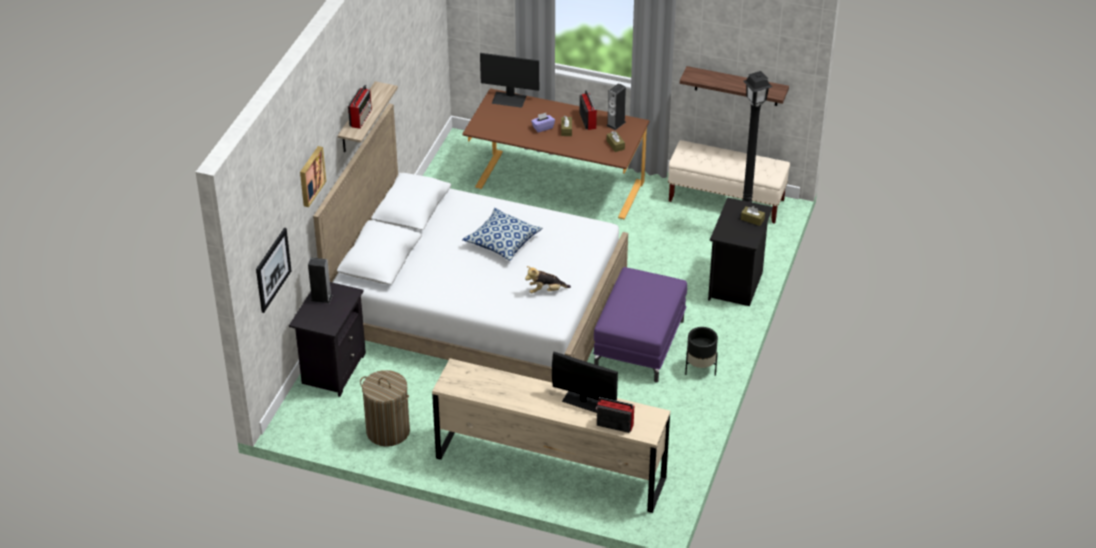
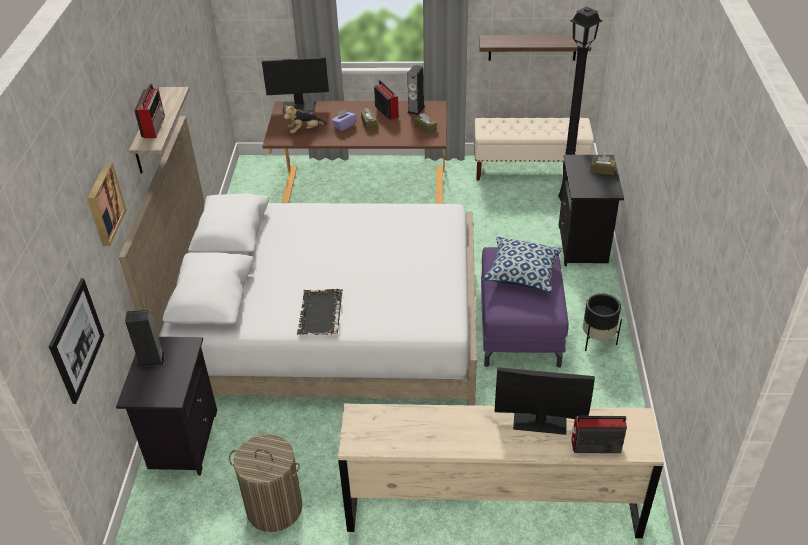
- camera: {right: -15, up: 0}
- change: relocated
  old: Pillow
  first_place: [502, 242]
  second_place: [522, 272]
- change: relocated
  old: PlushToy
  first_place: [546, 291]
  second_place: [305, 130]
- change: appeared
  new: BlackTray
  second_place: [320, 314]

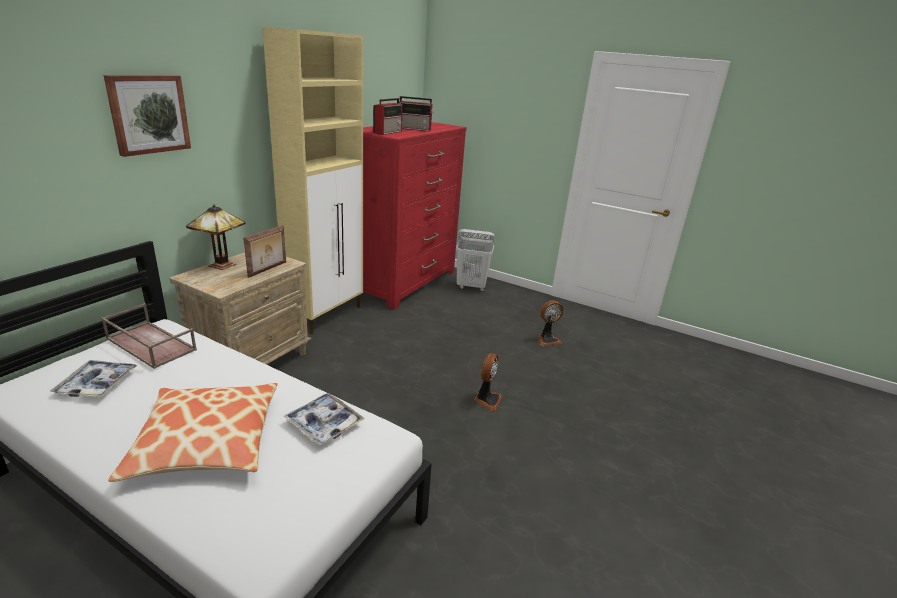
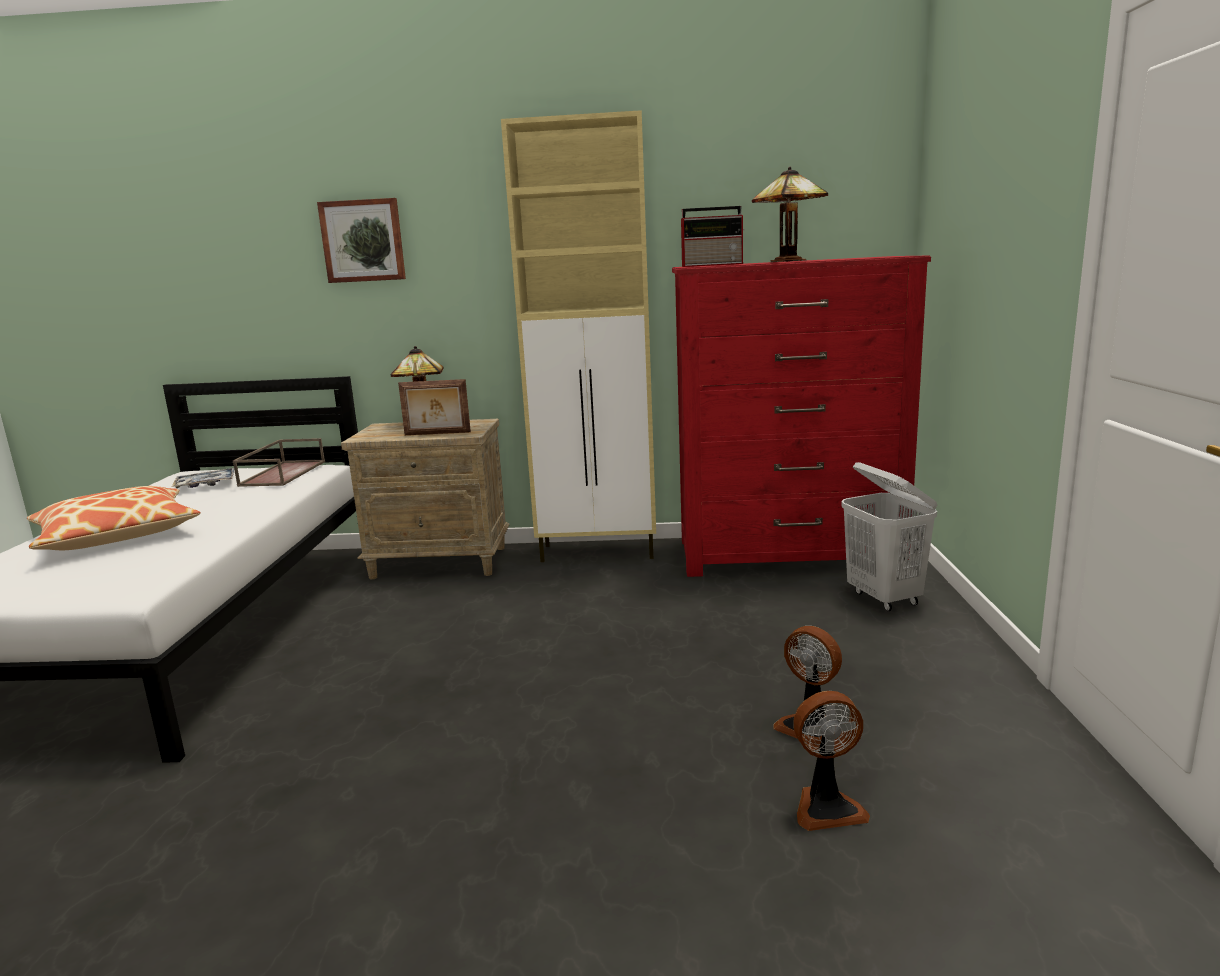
- camera: {right: 65, up: -10}
- change: exchanged
  old: Radio
  new: TableLamp
  first_place: [415, 129]
  second_place: [790, 261]
- change: relocated
  old: Fan
  first_place: [487, 400]
  second_place: [826, 807]
- change: missing
  old: Tray
  first_place: [324, 424]

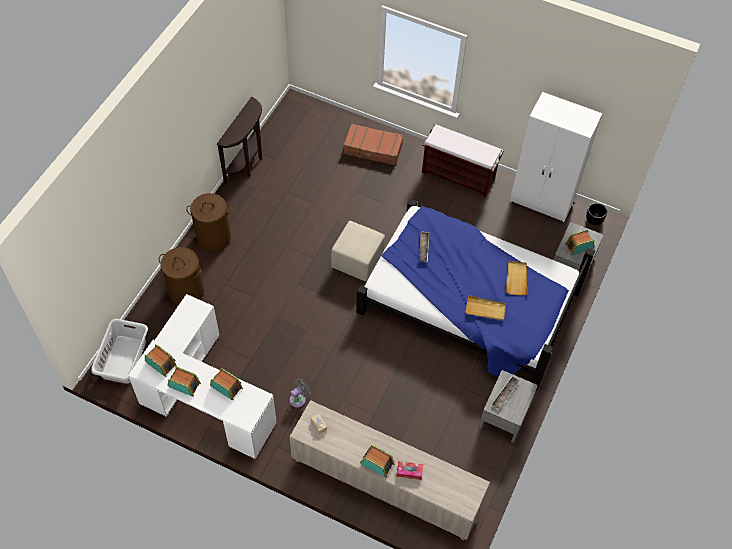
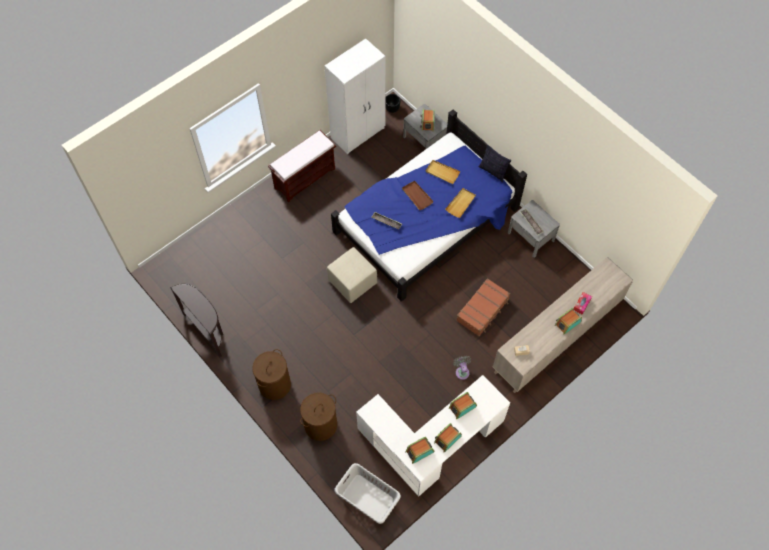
- camera: {right: -65, up: 5}
- change: relocated
  old: BrownSuitcase
  first_place: [373, 149]
  second_place: [483, 310]
- change: appeared
  new: Pillow
  second_place: [493, 171]
- change: appeared
  new: BrownTray
  second_place: [417, 196]

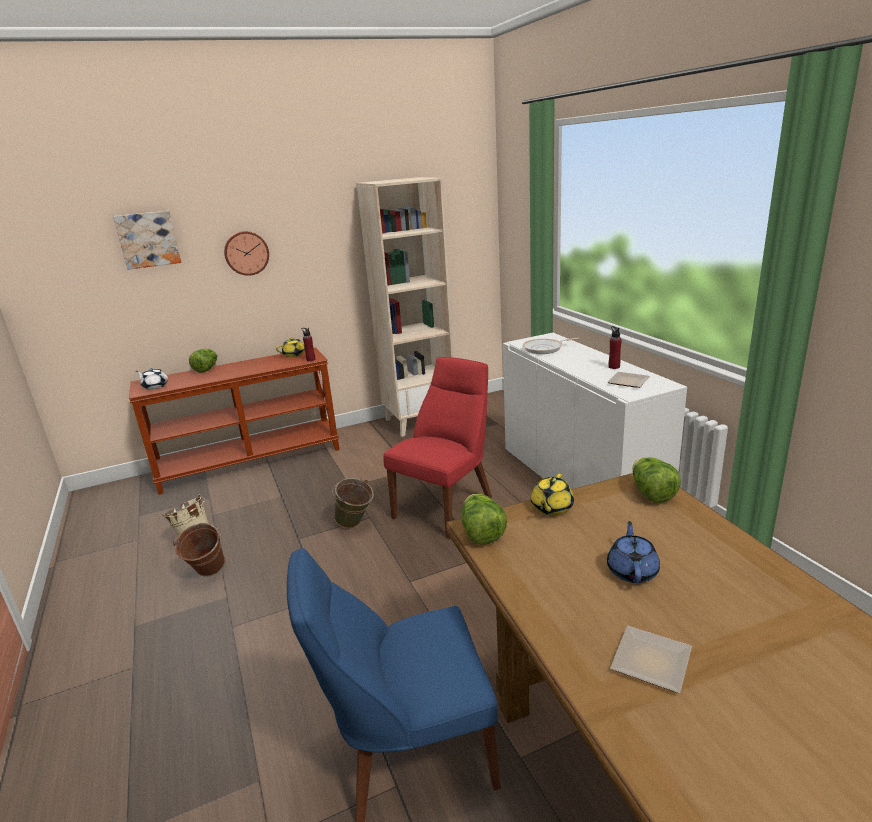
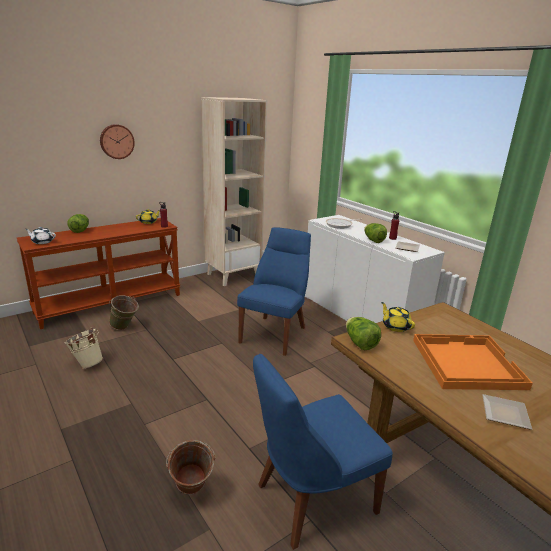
- camera: {right: -15, up: 0}
- change: missing
  old: Picture
  first_place: [148, 239]
- change: colour
  old: RedChair
  new: BlueChair
  first_place: [446, 505]
  second_place: [275, 333]
- change: relocated
  old: Lettuce
  first_place: [651, 494]
  second_place: [373, 240]
- change: spun
  old: YellowTeapot
  first_place: [551, 508]
  second_place: [395, 326]
  degrees: 135
- change: relocated
  old: GreenBucket
  first_place: [356, 525]
  second_place: [125, 328]
- change: exchanged
  old: BlueTeapot
  new: OrangeTray
  first_place: [632, 570]
  second_place: [465, 362]
- change: relocated
  old: BrownBucket
  first_place: [208, 575]
  second_place: [191, 492]

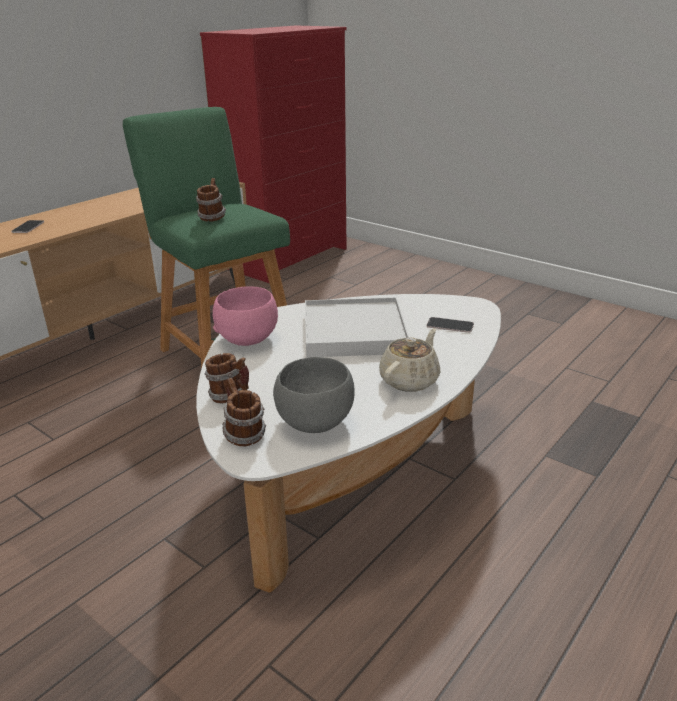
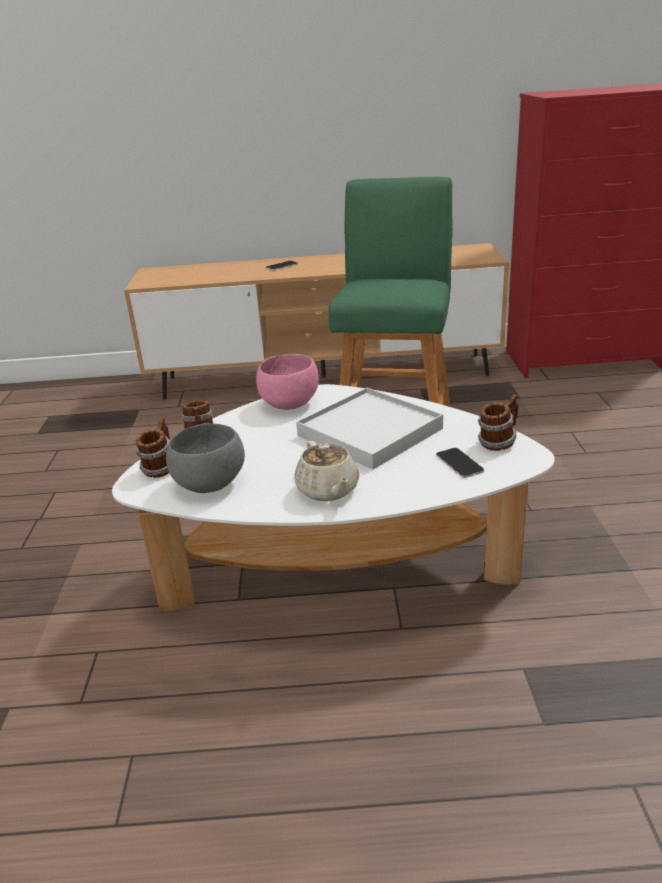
- camera: {right: 50, up: 0}
- change: relocated
  old: Mug
  first_place: [212, 217]
  second_place: [498, 443]
- change: spun
  old: BeigeTeapot
  first_place: [410, 380]
  second_place: [328, 490]
  degrees: 75

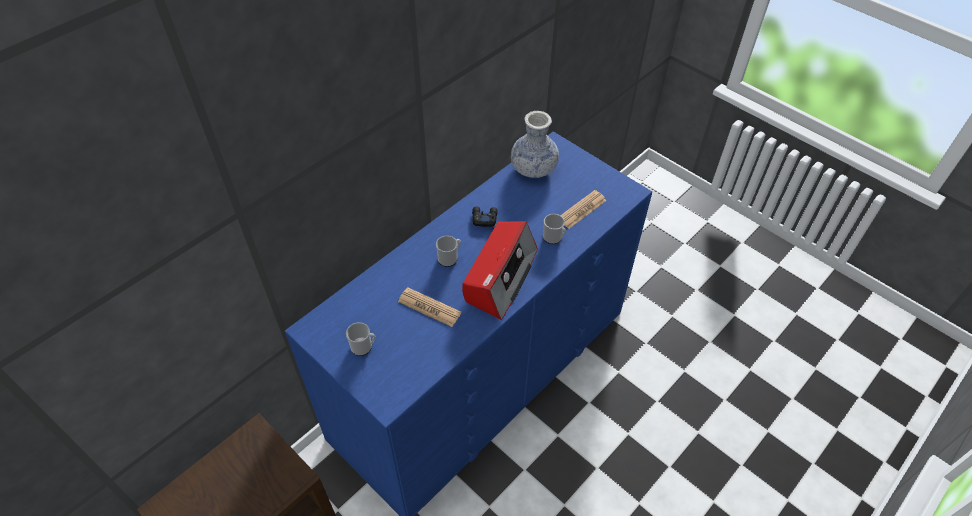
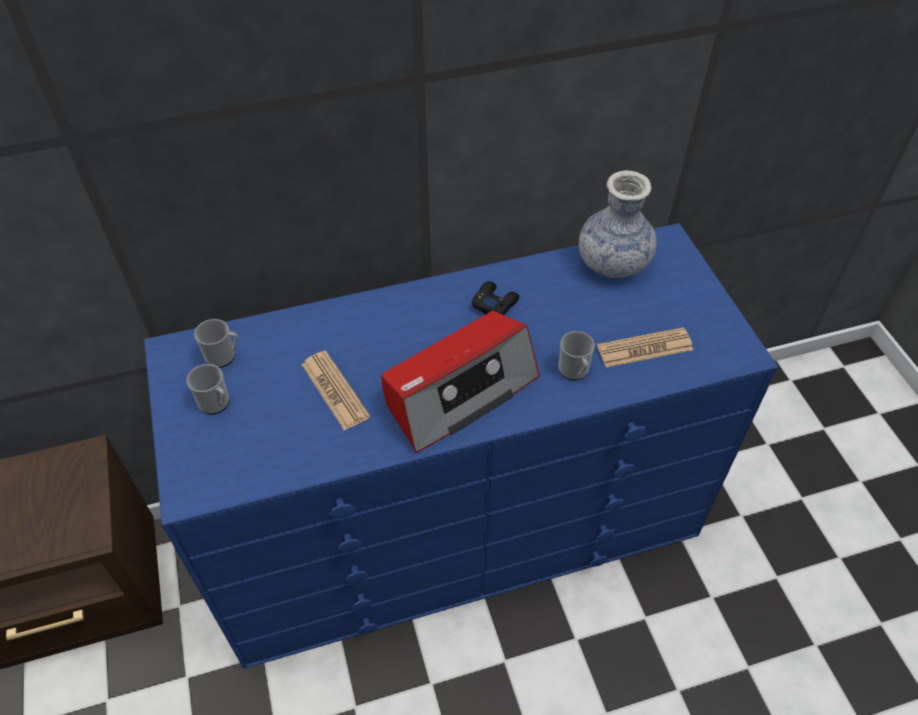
- camera: {right: 30, up: 0}
- change: relocated
  old: Mug
  first_place: [449, 258]
  second_place: [224, 356]

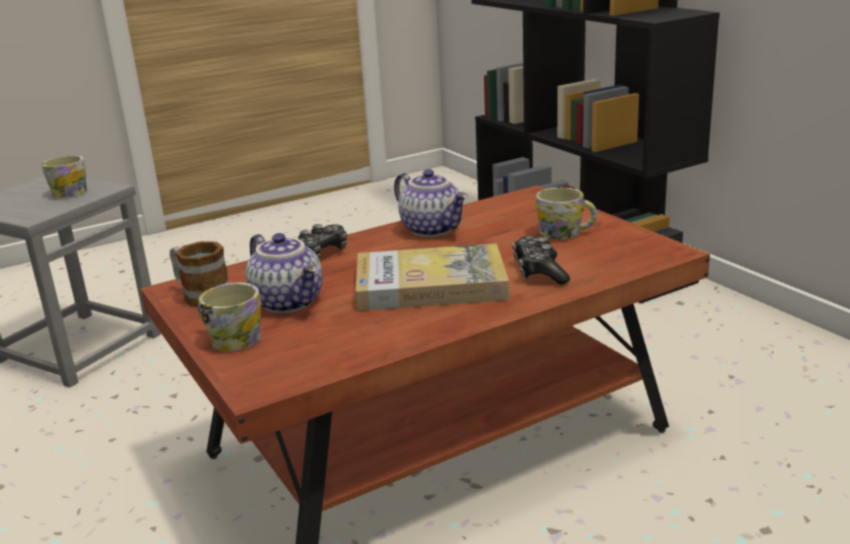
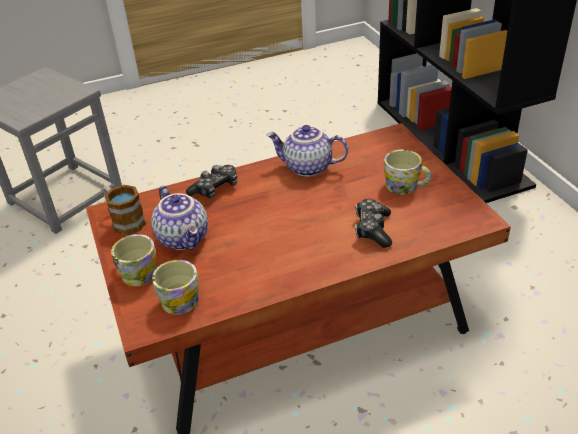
- camera: {right: 10, up: 15}
- change: relocated
  old: Mug
  first_place: [69, 192]
  second_place: [179, 297]
- change: spun
  old: Teapot
  first_place: [433, 229]
  second_place: [307, 168]
  degrees: 135
- change: missing
  old: Book
  first_place: [430, 284]

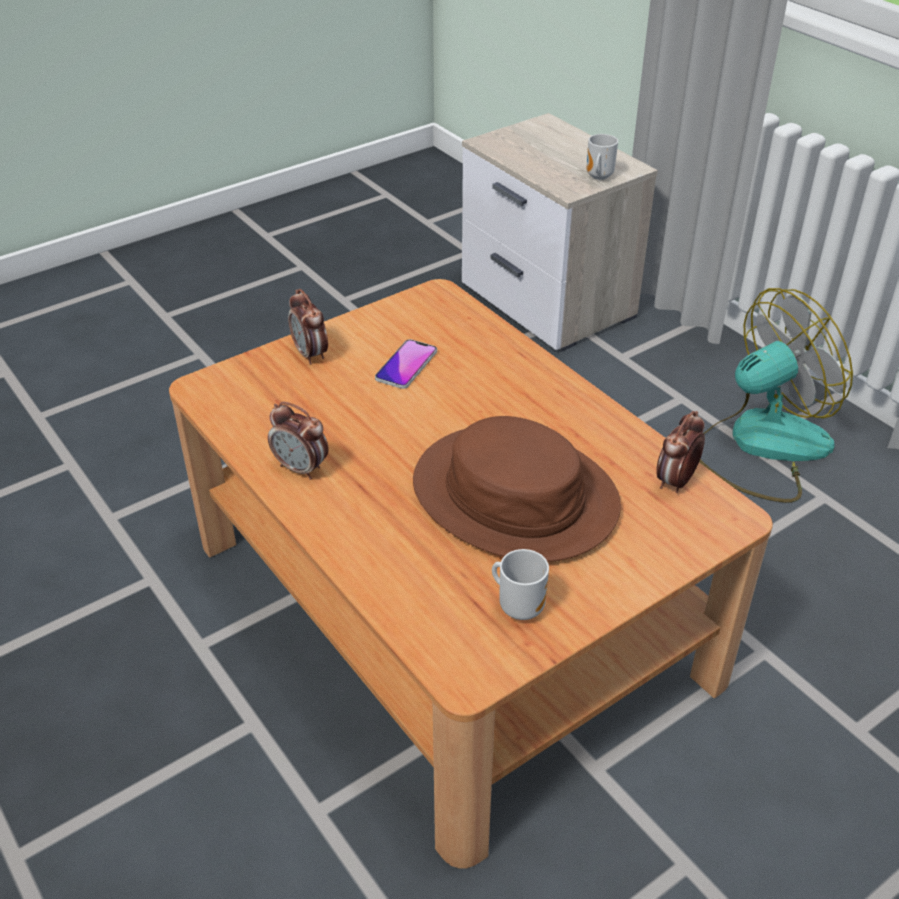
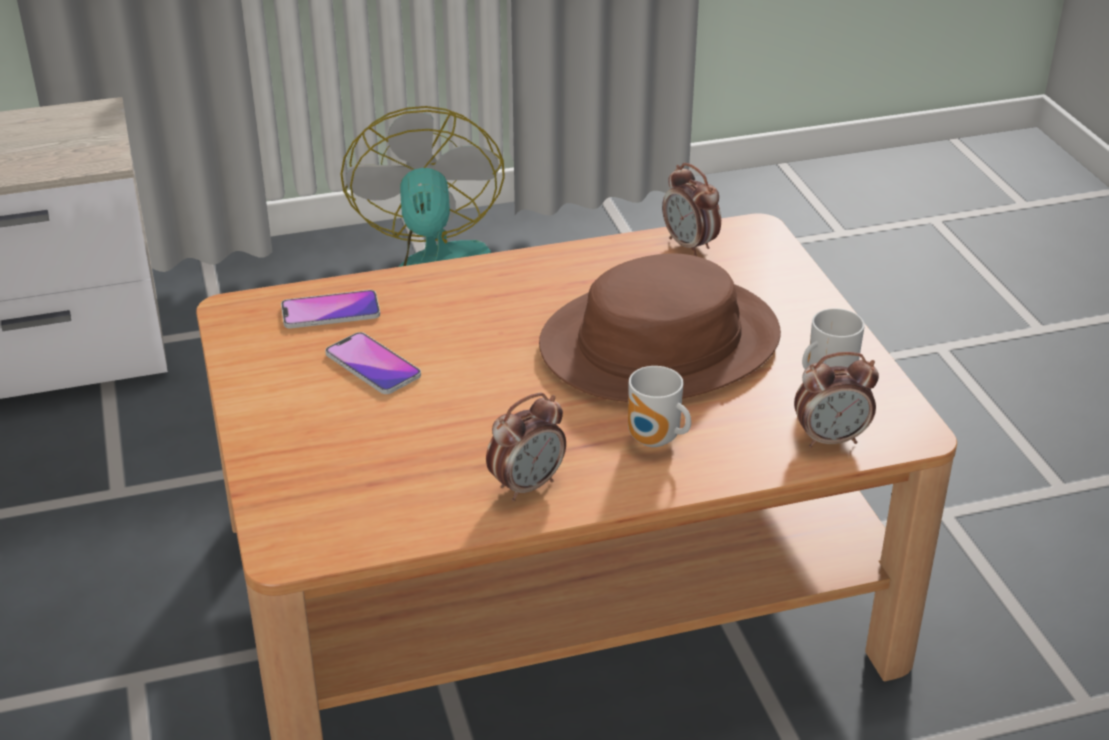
- camera: {right: -70, up: -5}
- change: relocated
  old: Mug
  first_place: [597, 177]
  second_place: [655, 441]
- change: relocated
  old: AlarmClock
  first_place: [310, 354]
  second_place: [831, 439]
- change: appeared
  new: Phone
  second_place: [330, 311]

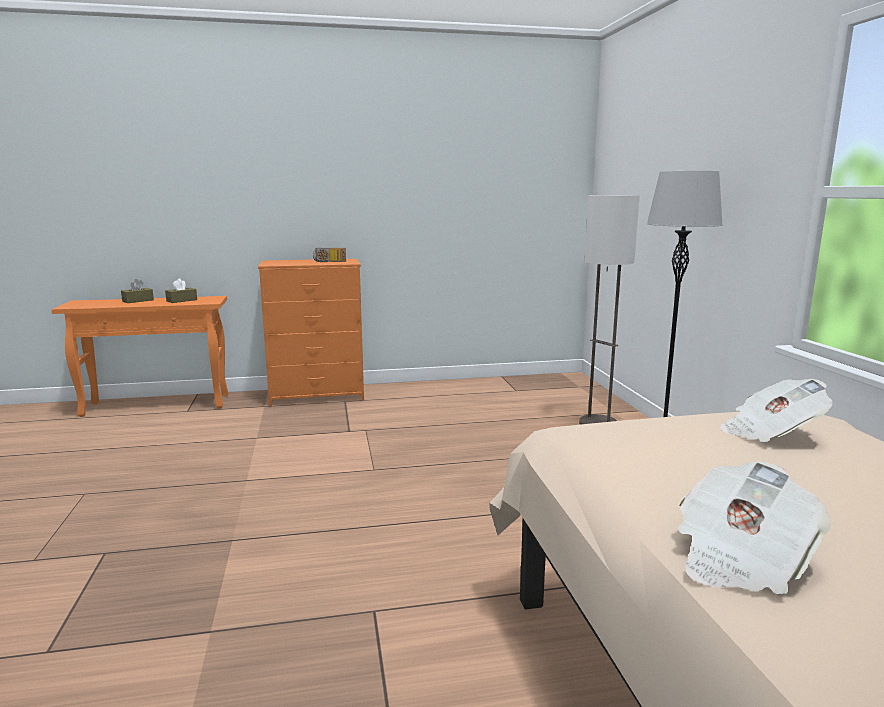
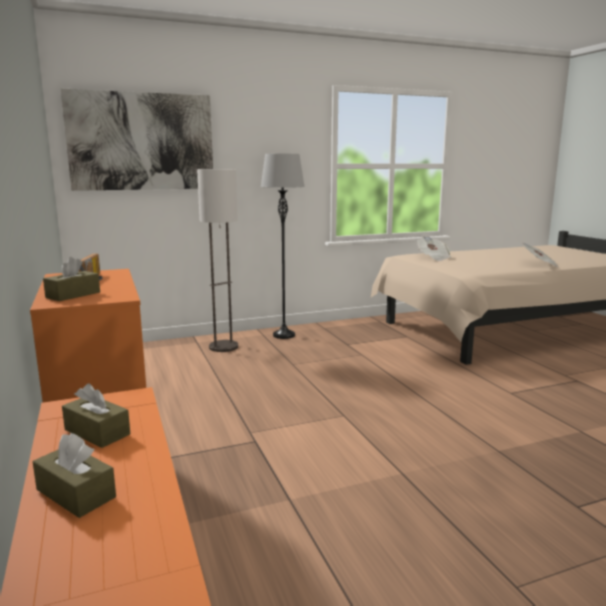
- camera: {right: -100, up: 0}
- change: appeared
  new: Picture
  second_place: [142, 142]
- change: appeared
  new: BrownTissueBox
  second_place: [73, 295]

